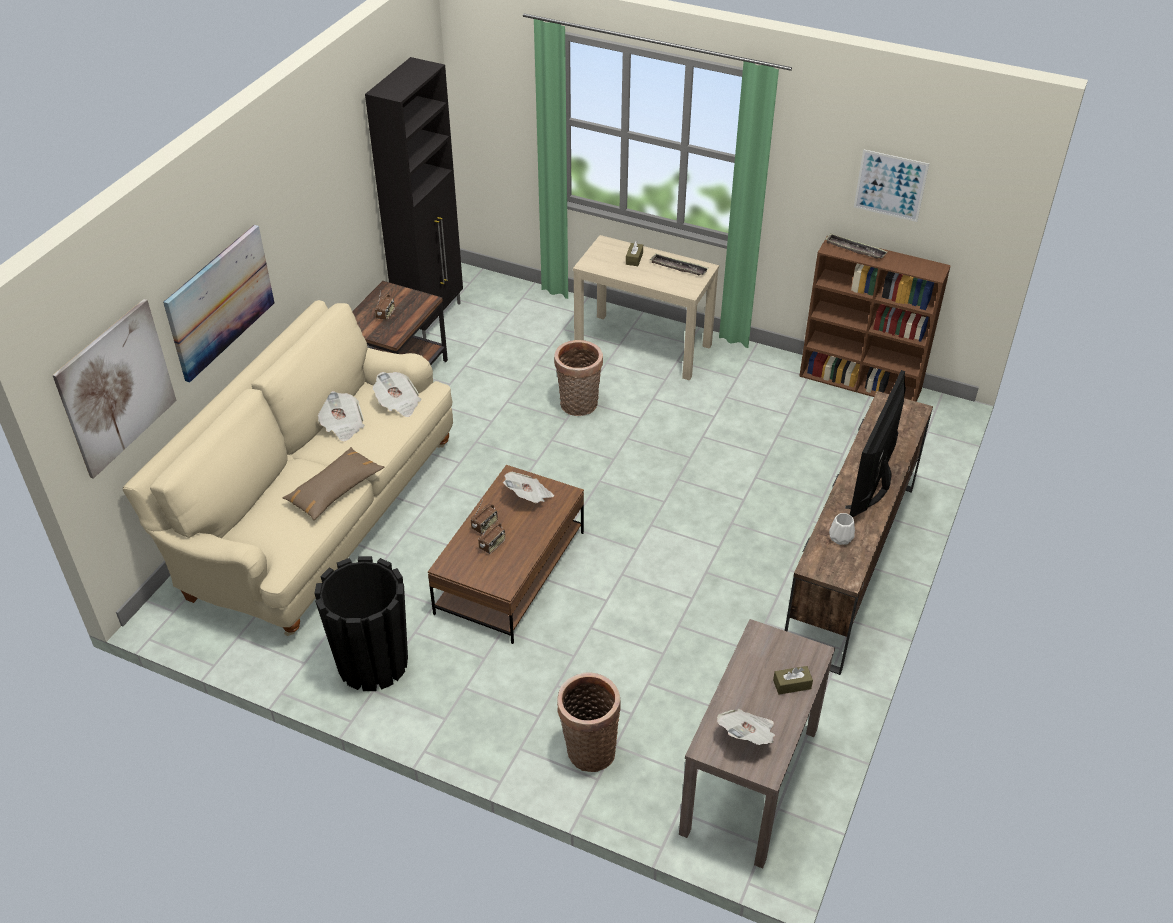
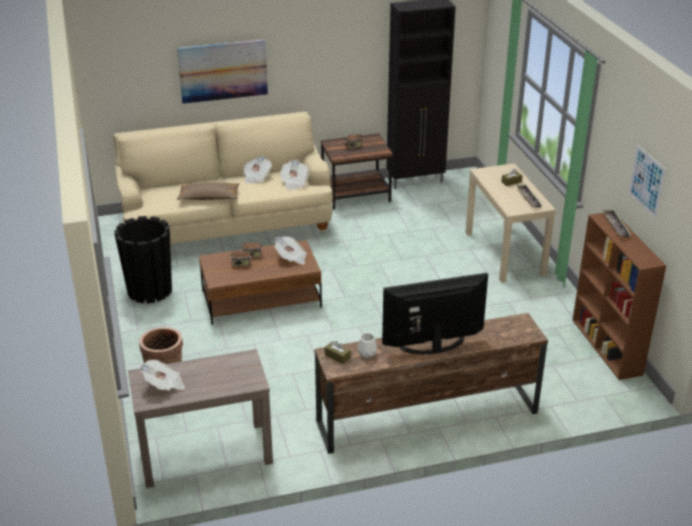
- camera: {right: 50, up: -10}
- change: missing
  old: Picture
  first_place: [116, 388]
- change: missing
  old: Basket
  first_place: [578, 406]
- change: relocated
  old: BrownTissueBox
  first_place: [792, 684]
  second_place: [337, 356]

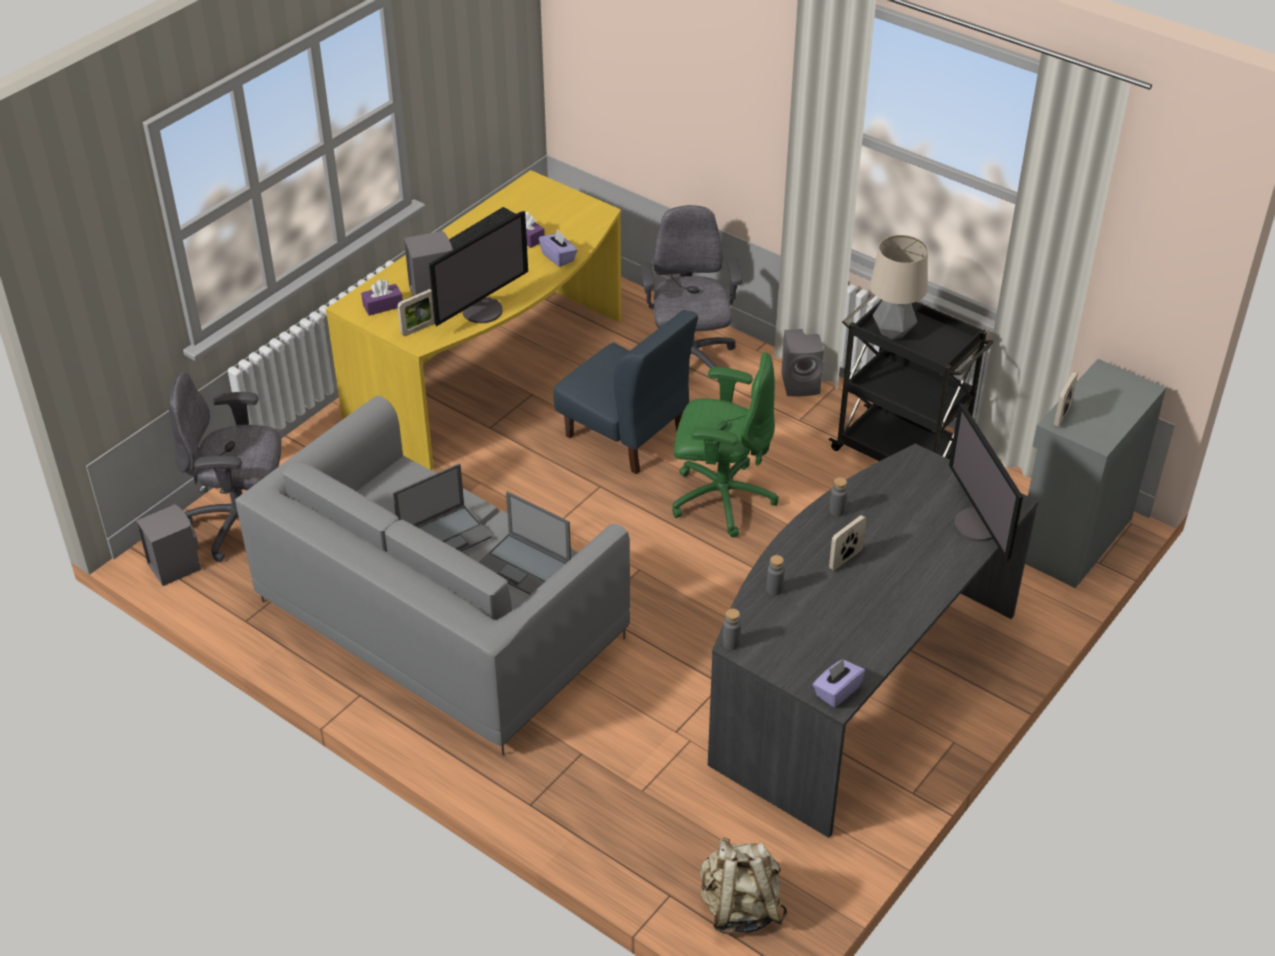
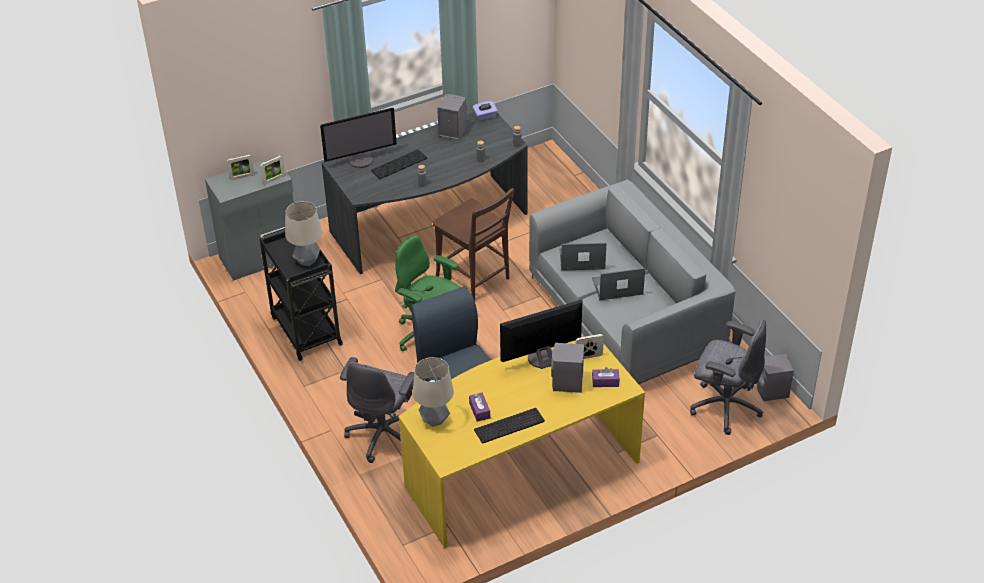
- camera: {right: -155, up: 0}
- change: missing
  old: PurpleTissueBox
  first_place: [558, 257]
- change: relocated
  old: GreySpeaker
  first_place: [802, 384]
  second_place: [452, 131]
- change: spun
  old: Monitor
  first_place: [978, 525]
  second_place: [361, 159]
  degrees: 60
- change: spun
  old: Laptop
  first_place: [524, 565]
  second_place: [581, 259]
  degrees: -60
- change: relocated
  old: PictureFrame
  first_place: [845, 559]
  second_place: [242, 177]
- change: missing
  old: BeigeBackpack
  first_place: [740, 907]
- change: appeared
  new: Keyboard
  second_place: [399, 163]
- change: appeared
  new: BrownChair
  second_place: [475, 279]
- change: appeared
  new: TableLamp
  second_place: [434, 420]

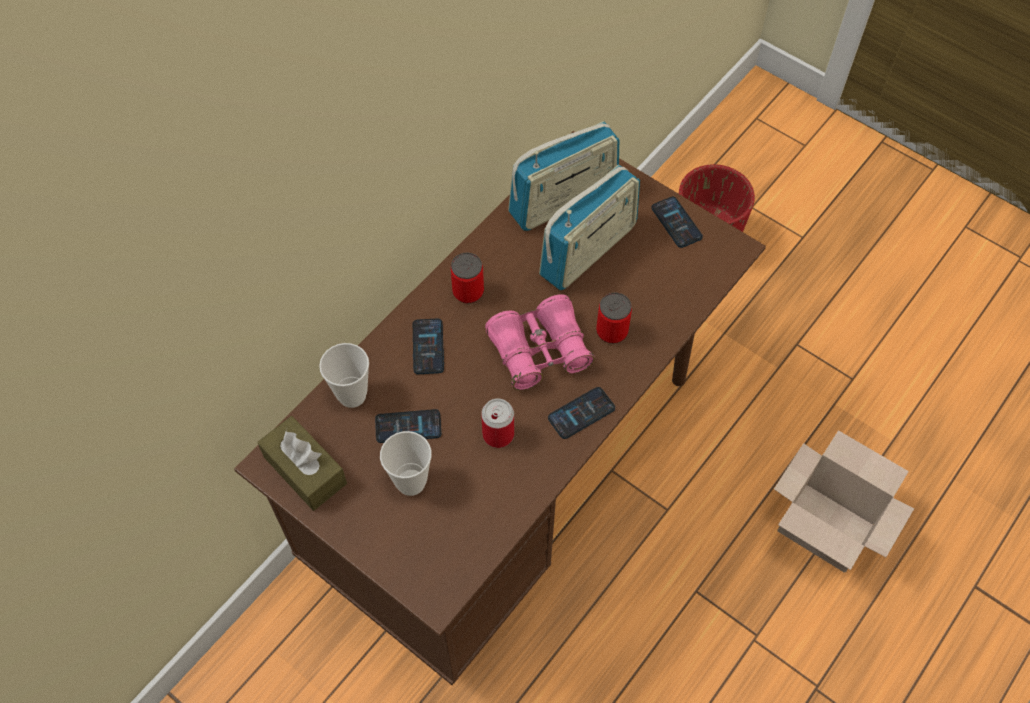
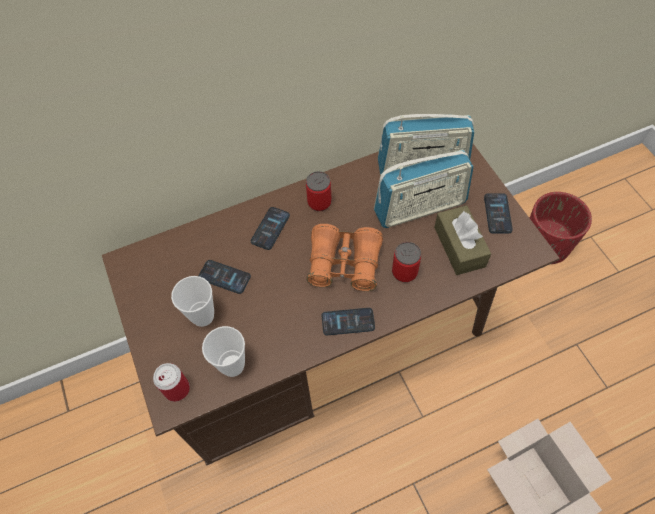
- camera: {right: 30, up: 0}
- change: colour
  old: PinkBinoculars
  new: OrangeBinoculars
  first_place: [539, 351]
  second_place: [344, 264]
- change: relocated
  old: Cup
  first_place: [352, 395]
  second_place: [232, 365]
- change: relocated
  old: Can
  first_place: [498, 434]
  second_place: [176, 389]
- change: relocated
  old: BrownTissueBox
  first_place: [305, 470]
  second_place: [459, 246]

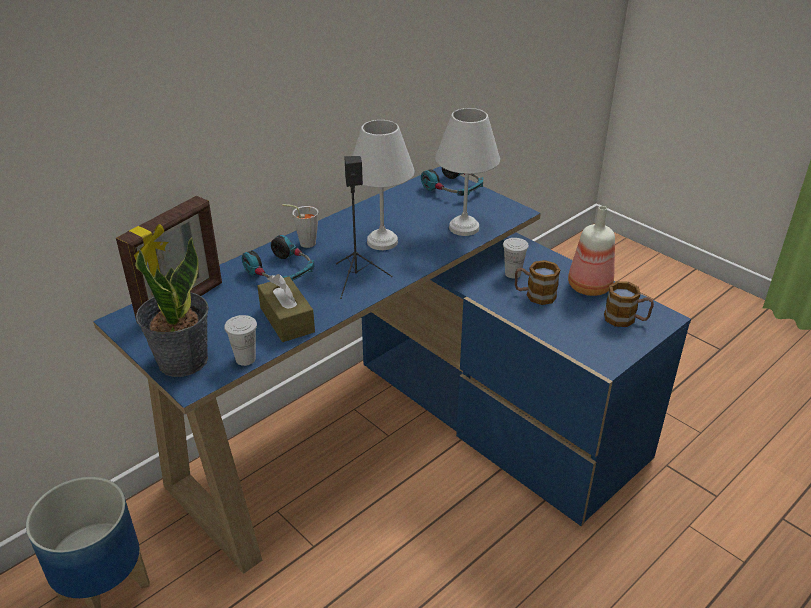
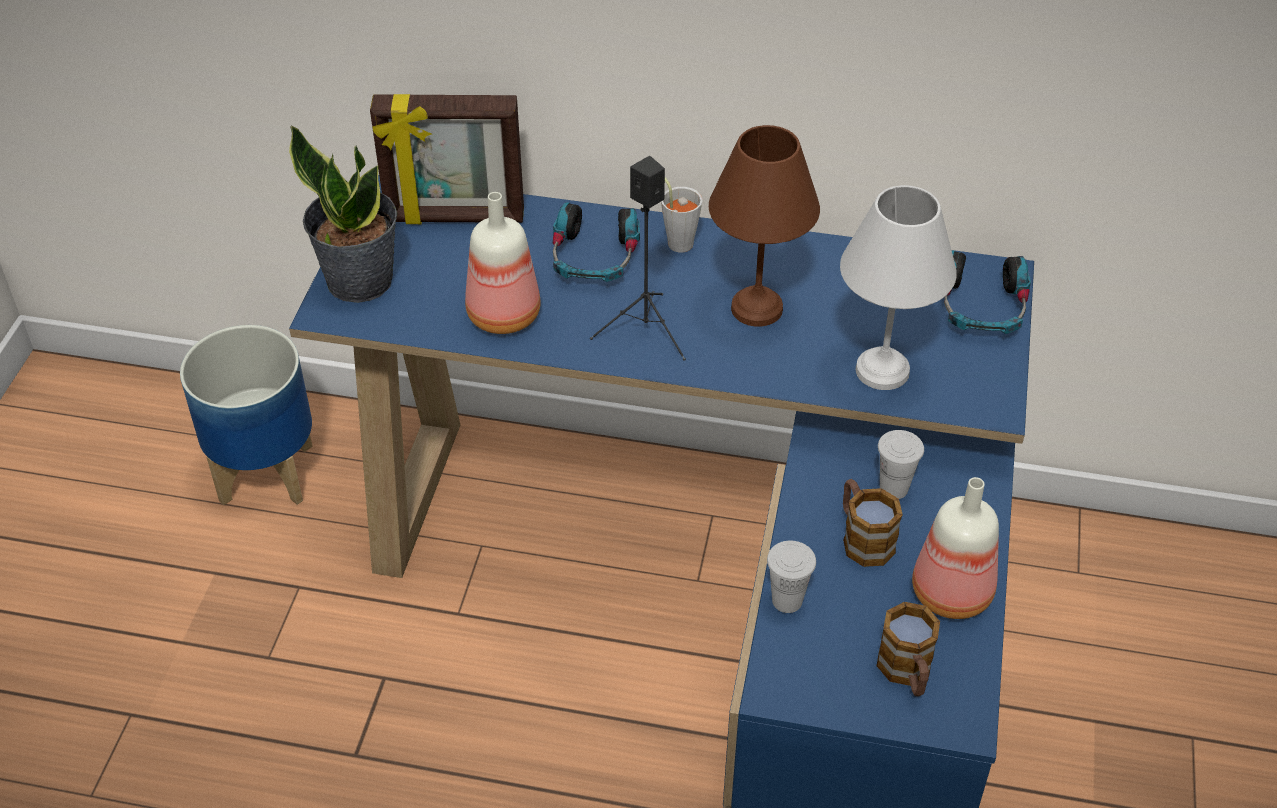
- camera: {right: 55, up: 10}
- change: colour
  old: WhiteTableLamp
  new: BrownTableLamp
  first_place: [383, 241]
  second_place: [759, 309]
- change: exchanged
  old: BrownTissueBox
  new: Bottle
  first_place: [287, 319]
  second_place: [504, 317]
- change: relocated
  old: WhiteCup
  first_place: [245, 359]
  second_place: [787, 600]

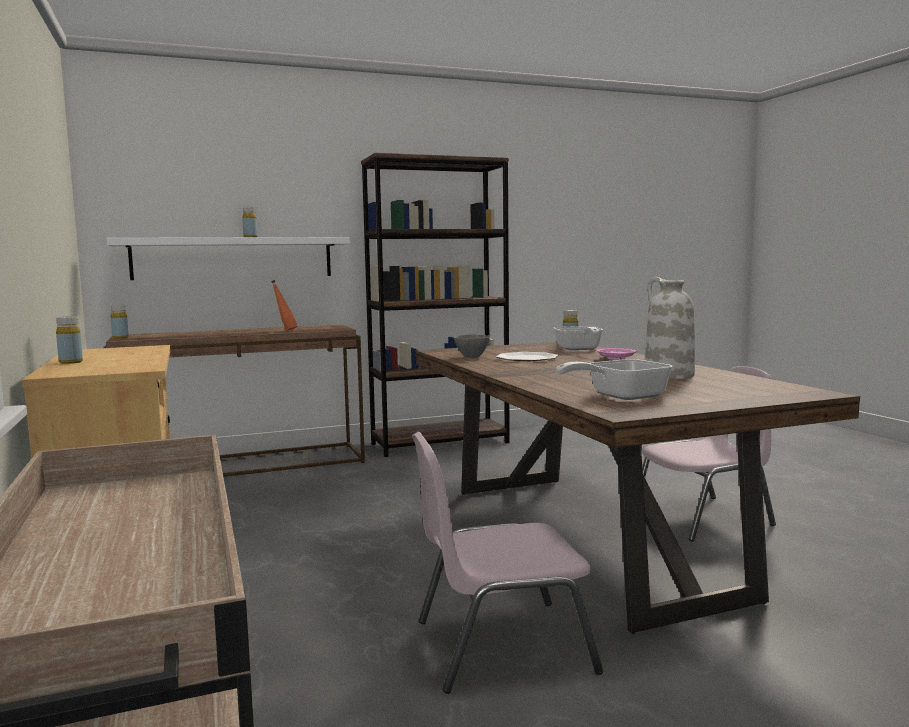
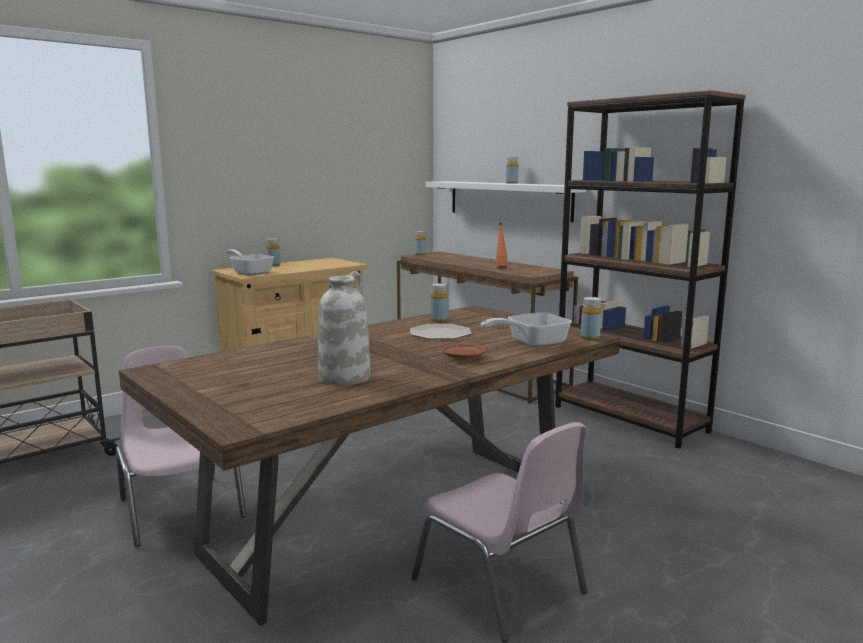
- camera: {right: 70, up: 5}
- change: exchanged
  old: GreyBowl
  new: YellowBottle
  first_place: [471, 357]
  second_place: [439, 320]
- change: colour
  old: PinkPlate
  new: BrownPlate
  first_place: [615, 358]
  second_place: [463, 357]
- change: relocated
  old: FryingPan
  first_place: [619, 396]
  second_place: [250, 273]

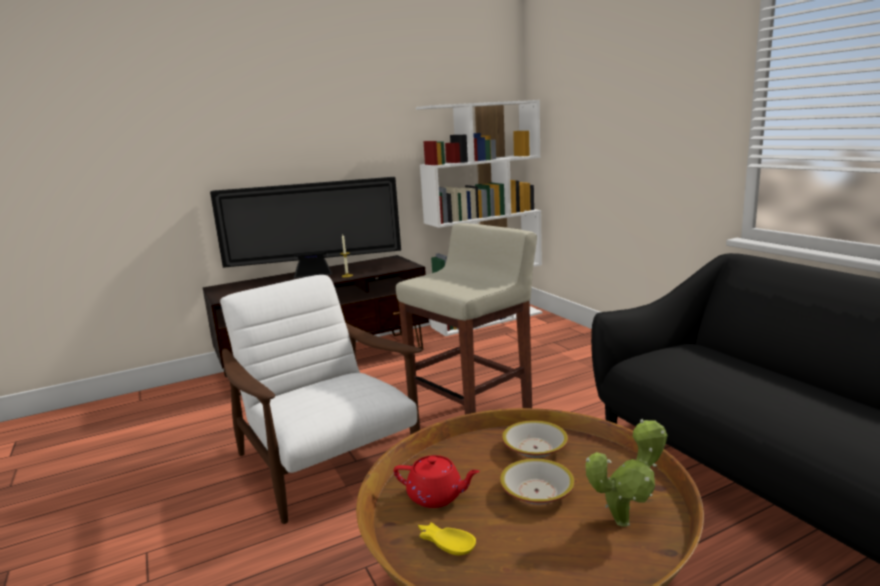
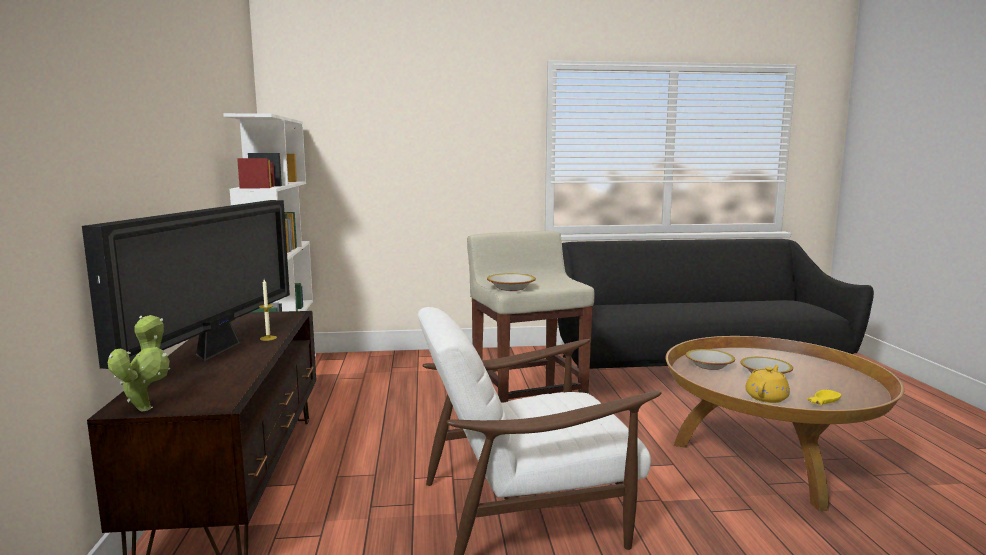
- camera: {right: -70, up: -5}
- change: relocated
  old: PottedPlant
  first_place: [626, 520]
  second_place: [147, 407]
- change: colour
  old: RedTeapot
  new: YellowTeapot
  first_place: [436, 496]
  second_place: [767, 397]
- change: appeared
  new: Bowl
  second_place: [511, 288]

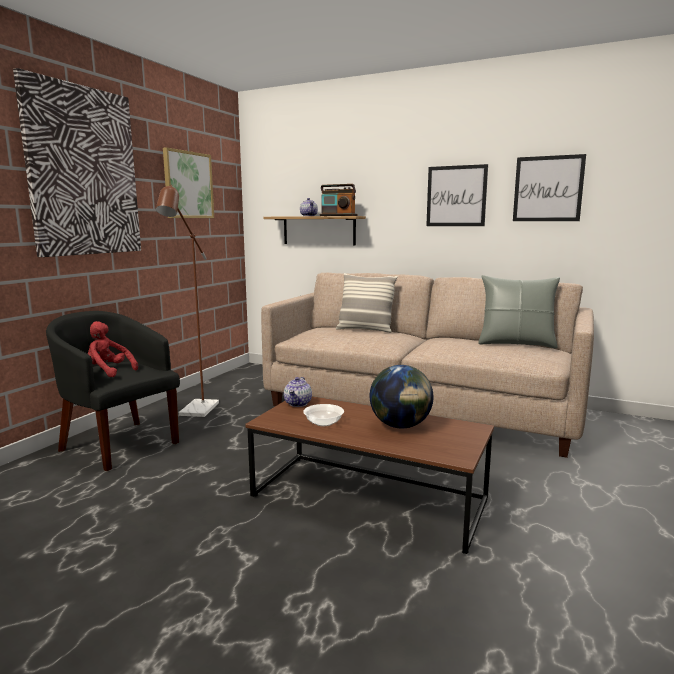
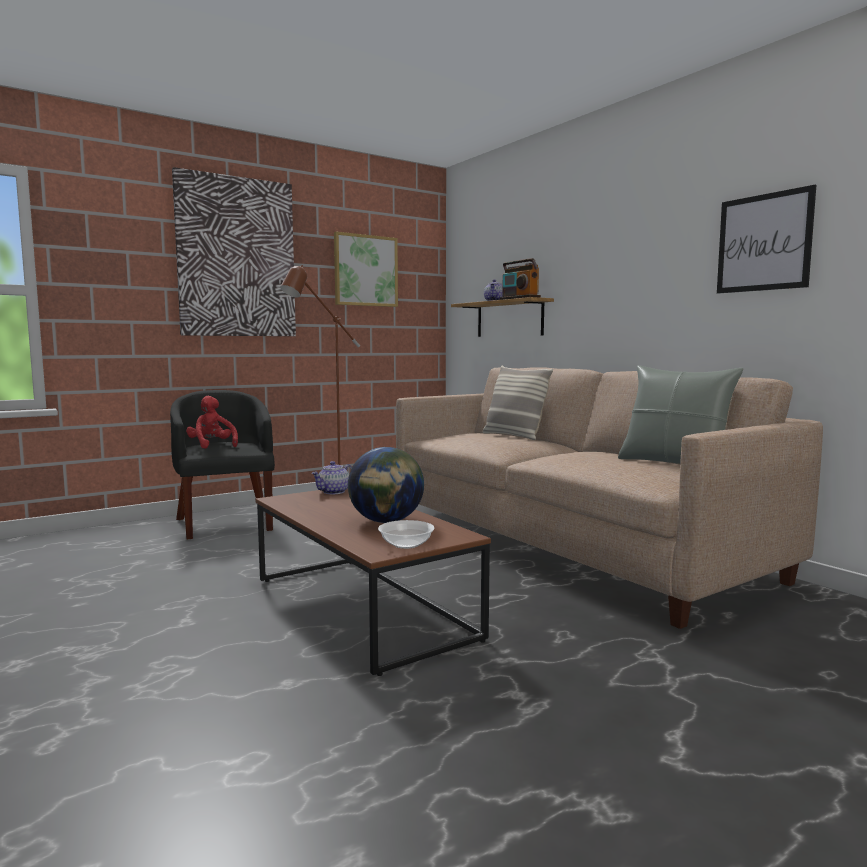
- camera: {right: 30, up: -5}
- change: missing
  old: Picture
  first_place: [456, 196]
- change: relocated
  old: Bowl
  first_place: [323, 423]
  second_place: [406, 545]

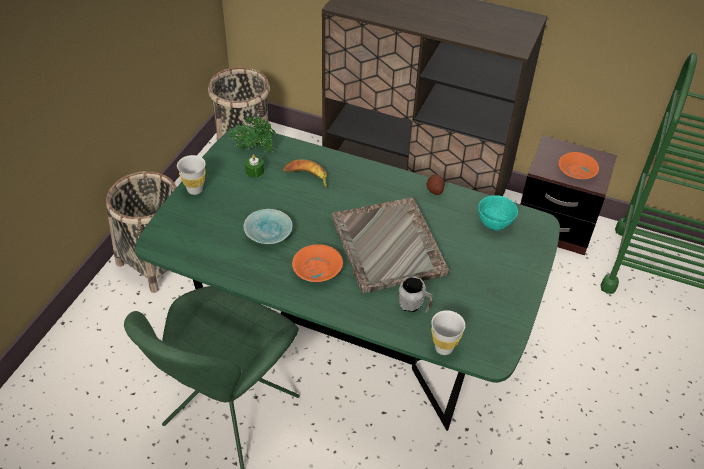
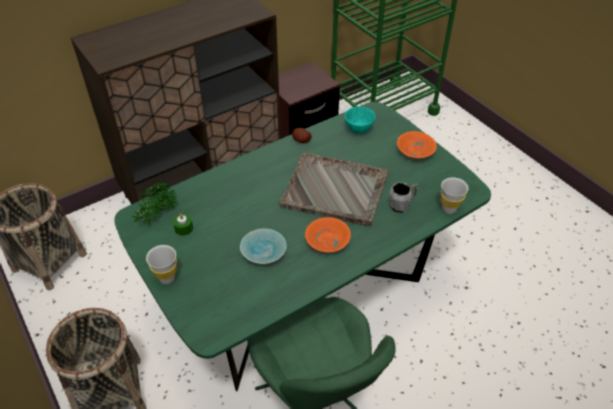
- camera: {right: -55, up: 0}
- change: relocated
  old: OrangeBowl
  first_place: [577, 172]
  second_place: [416, 150]
- change: missing
  old: Banana
  first_place: [306, 176]

